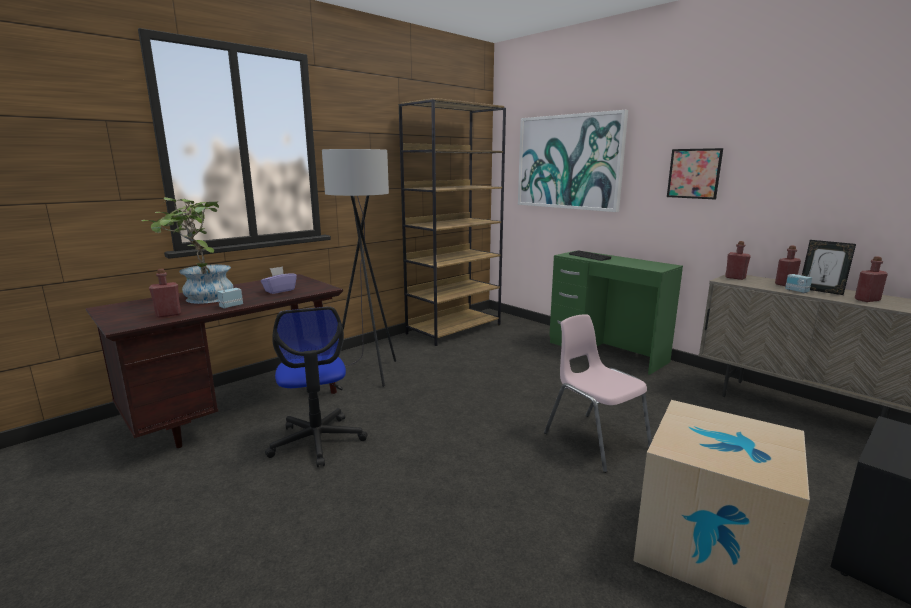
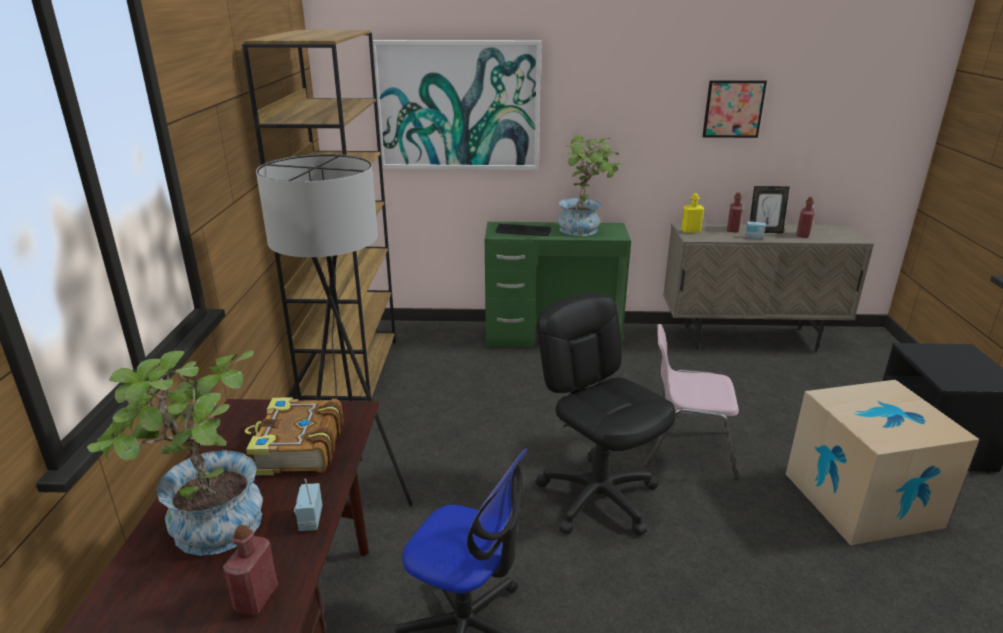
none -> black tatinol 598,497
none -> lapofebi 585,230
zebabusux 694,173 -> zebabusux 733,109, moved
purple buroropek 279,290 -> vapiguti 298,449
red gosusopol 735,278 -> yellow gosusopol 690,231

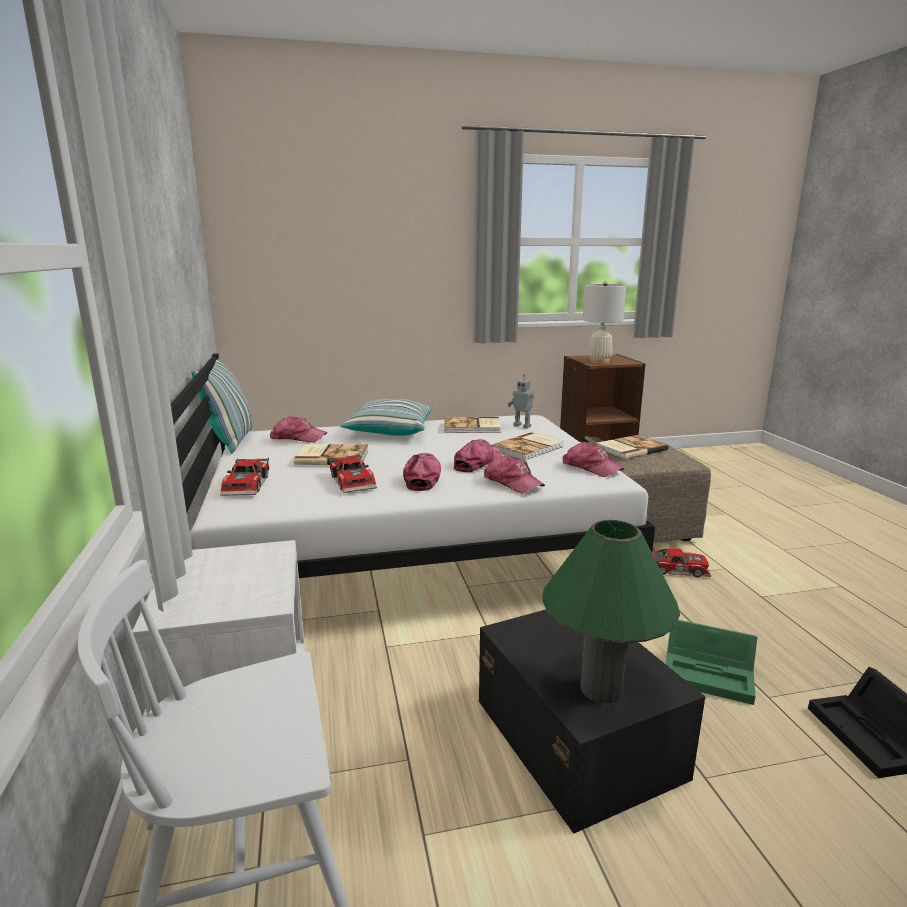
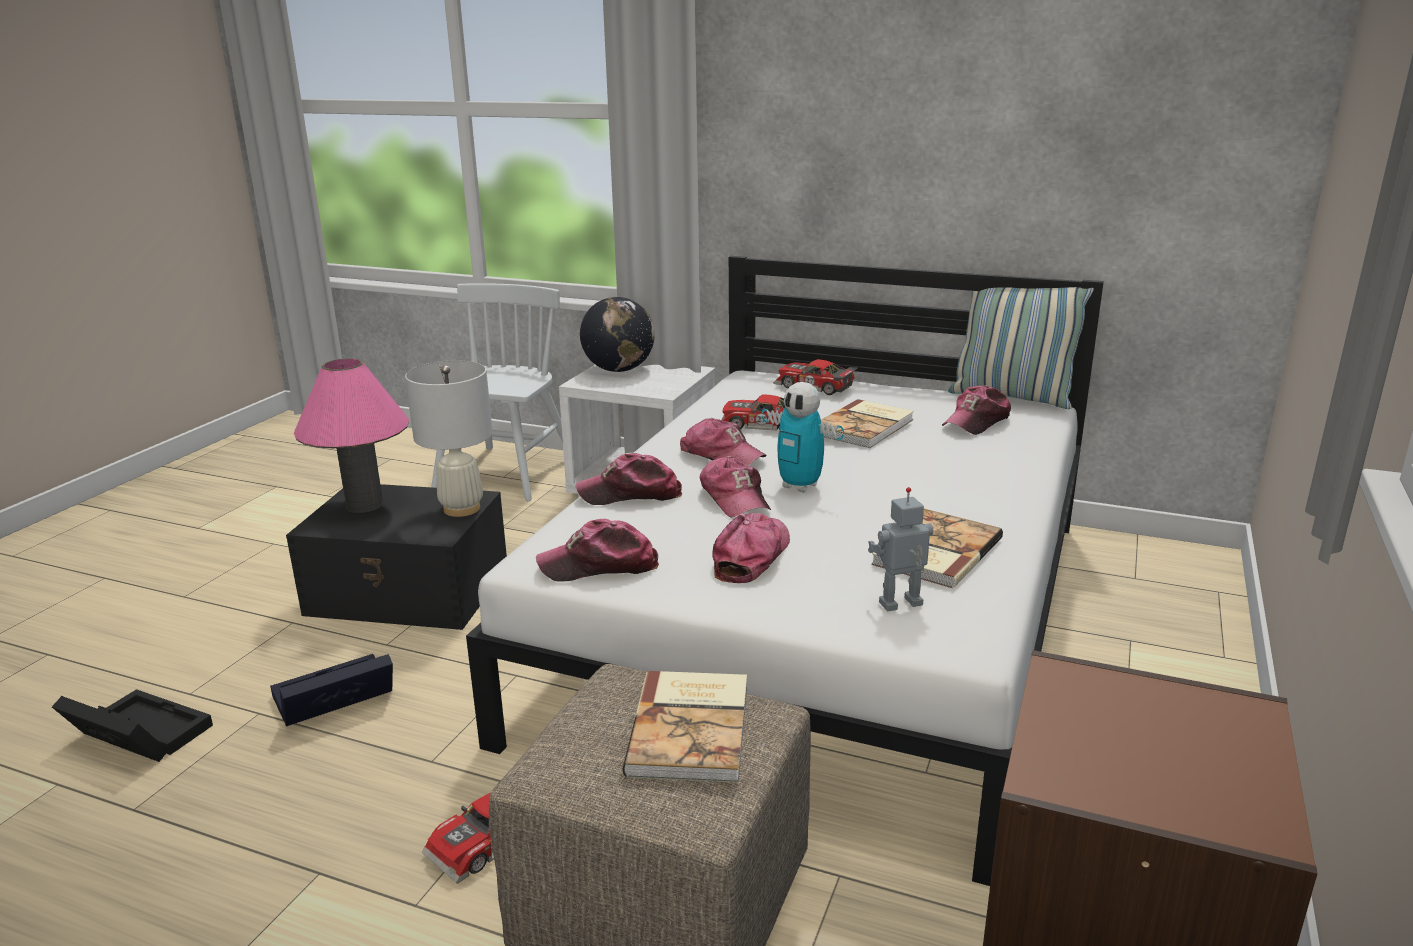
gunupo 389,432 -> none
none -> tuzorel 619,370
none -> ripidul 800,486
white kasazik 599,362 -> white kasazik 462,509, moved
vapiguti 529,448 -> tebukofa 751,556
green kasazik 601,688 -> pink kasazik 364,505
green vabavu 710,674 -> black vabavu 331,700

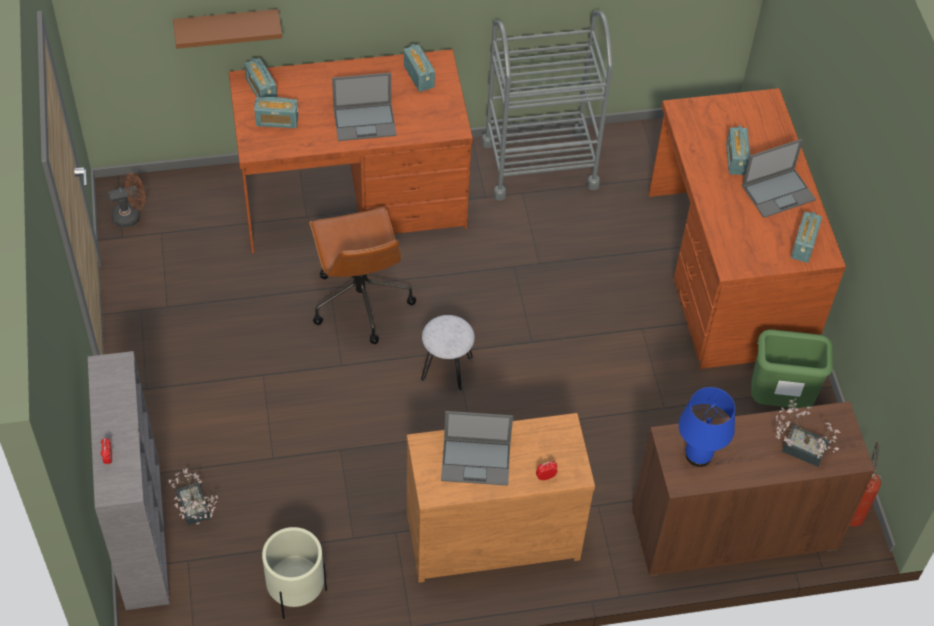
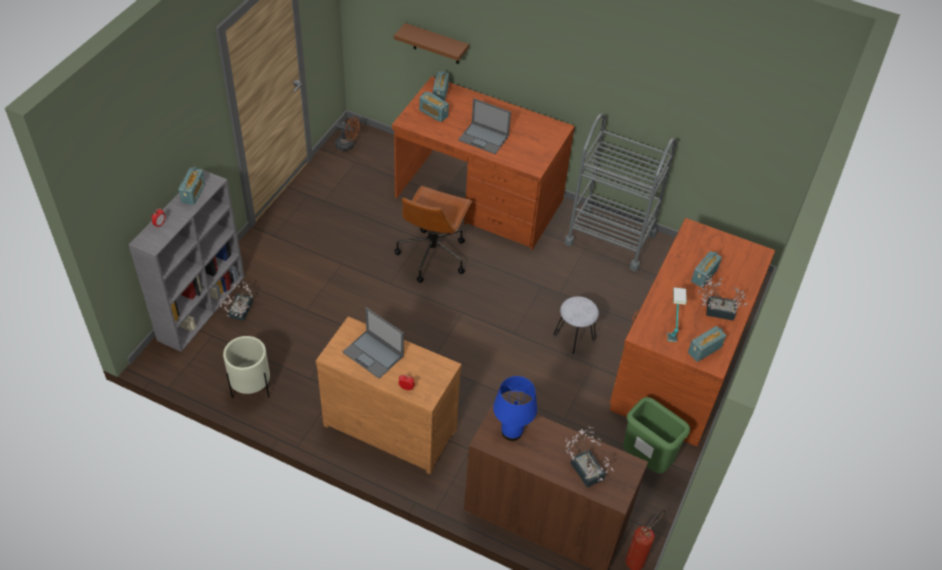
none -> kasazik 671,326
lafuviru 419,76 -> lafuviru 193,193, moved
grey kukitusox 446,369 -> grey kukitusox 574,338, moved
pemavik 779,192 -> lapofebi 716,310

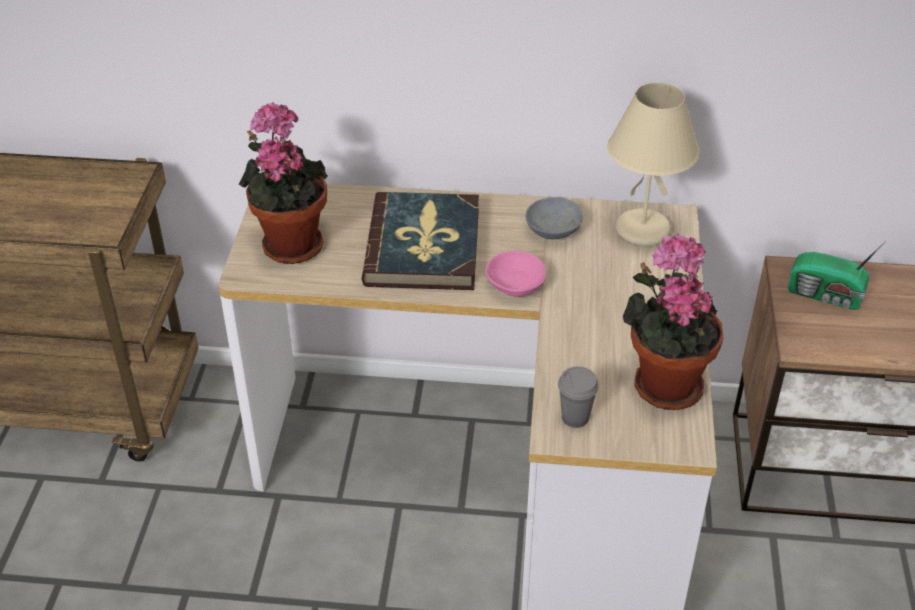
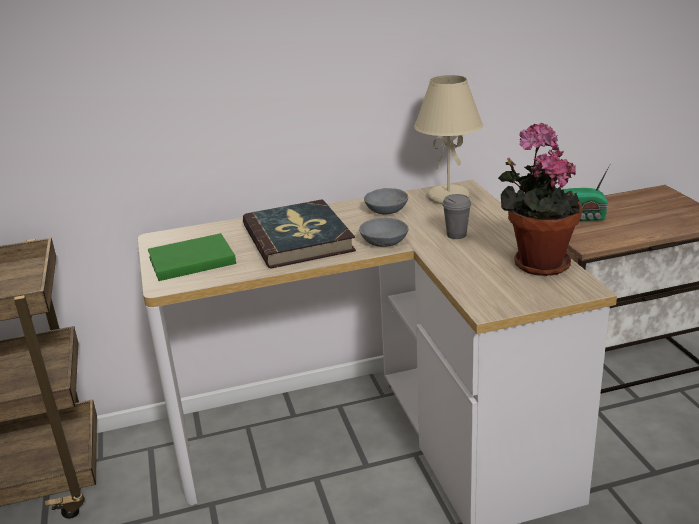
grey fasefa 575,418 -> grey fasefa 456,235, moved
lapofebi 290,243 -> green vapiguti 189,260
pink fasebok 517,285 -> grey fasebok 386,241

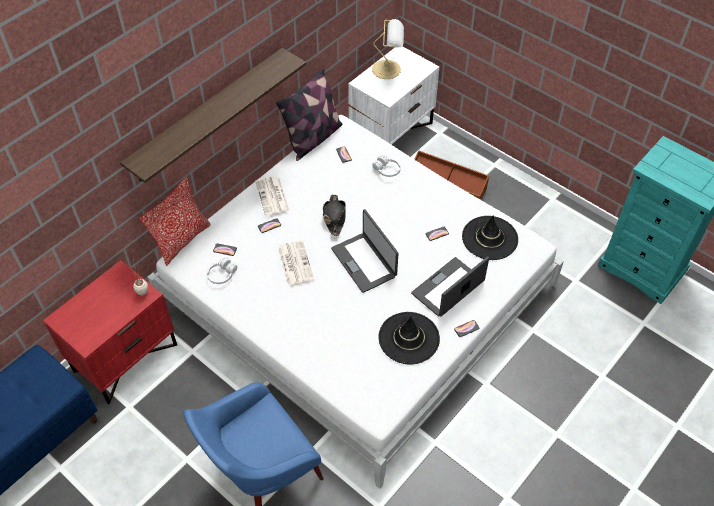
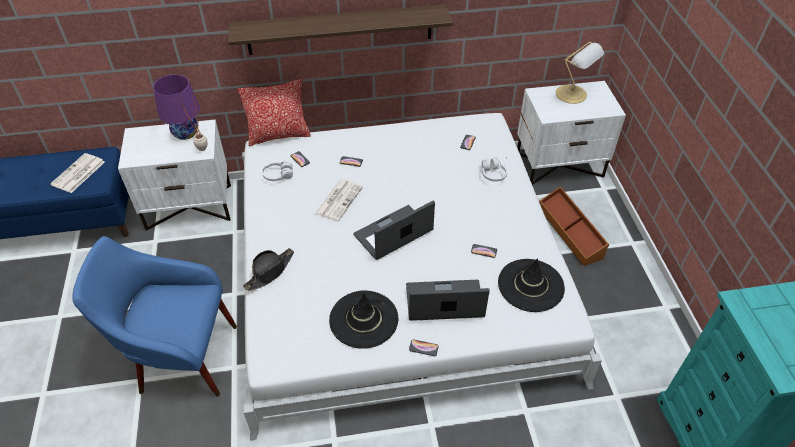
gunupo 313,138 -> none
none -> purple kasazik 185,133
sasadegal 273,197 -> sasadegal 78,174, moved
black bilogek 334,217 -> black bilogek 270,271, moved
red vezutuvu 125,357 -> white vezutuvu 190,206
pemavik 364,262 -> pemavik 394,234, 45 degrees clockwise

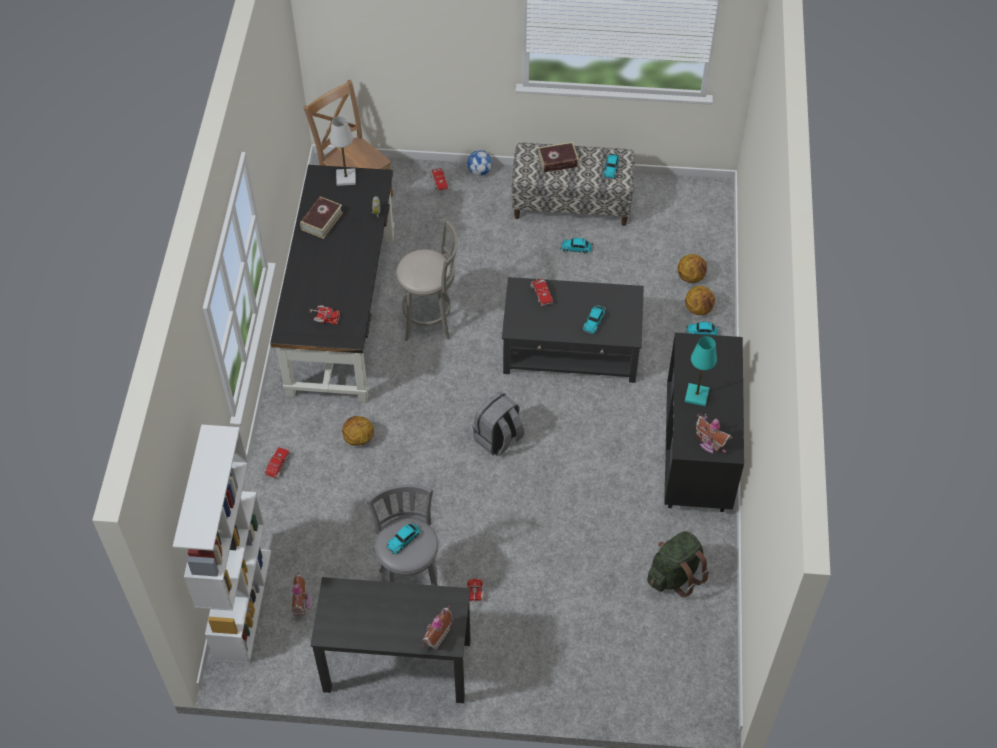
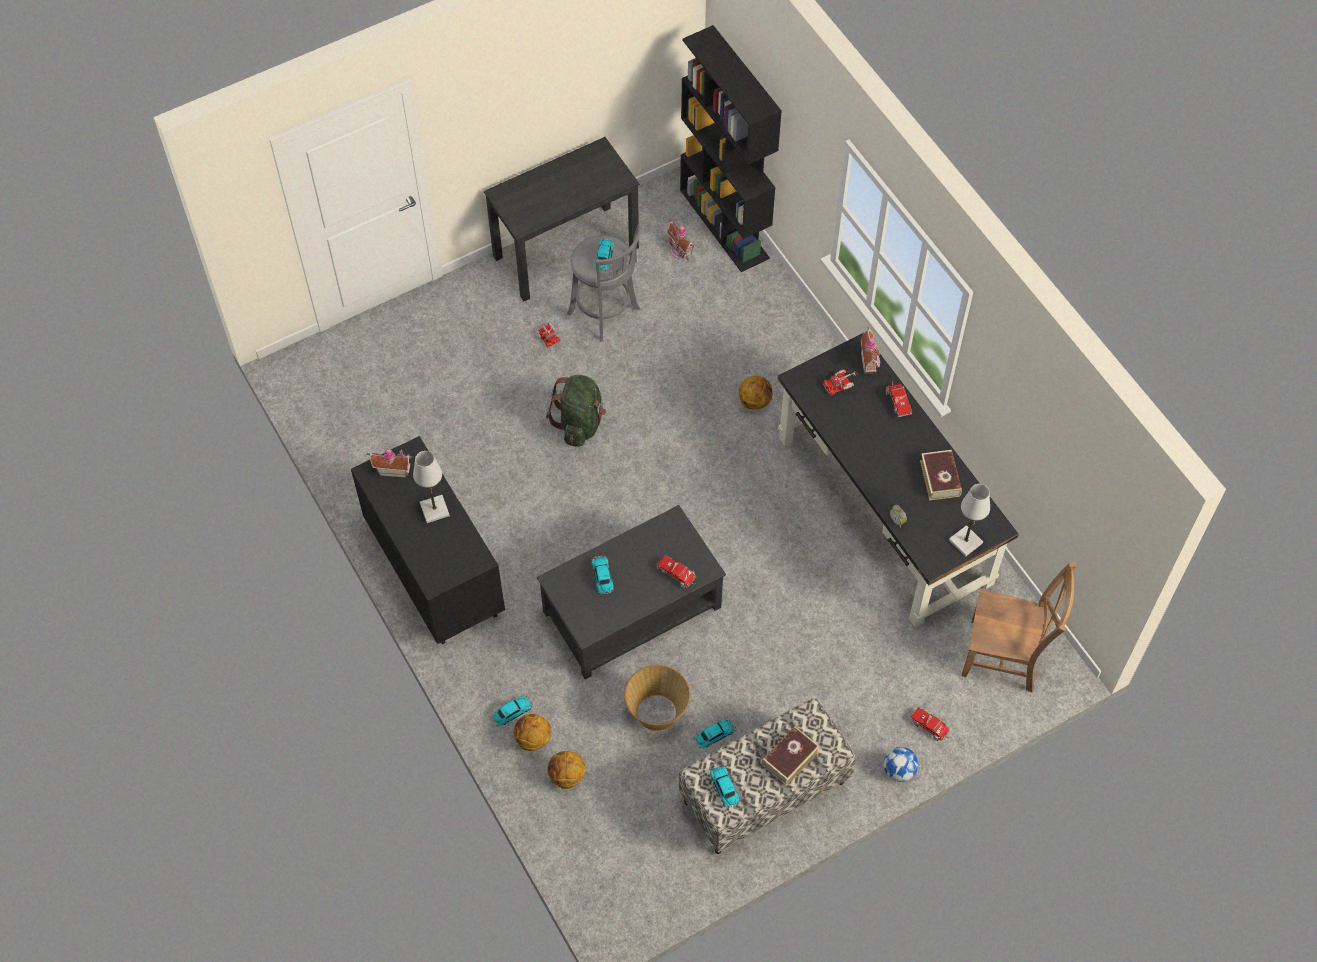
grey kukitusox 430,319 -> none
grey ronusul 498,439 -> none
none -> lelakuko 657,713
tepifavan 277,467 -> tepifavan 897,401, moved
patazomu 435,636 -> patazomu 870,362, moved
green ronusul 675,575 -> green ronusul 580,423, moved
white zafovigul 242,604 -> black zafovigul 725,224
turquoise kasazik 696,395 -> white kasazik 434,510

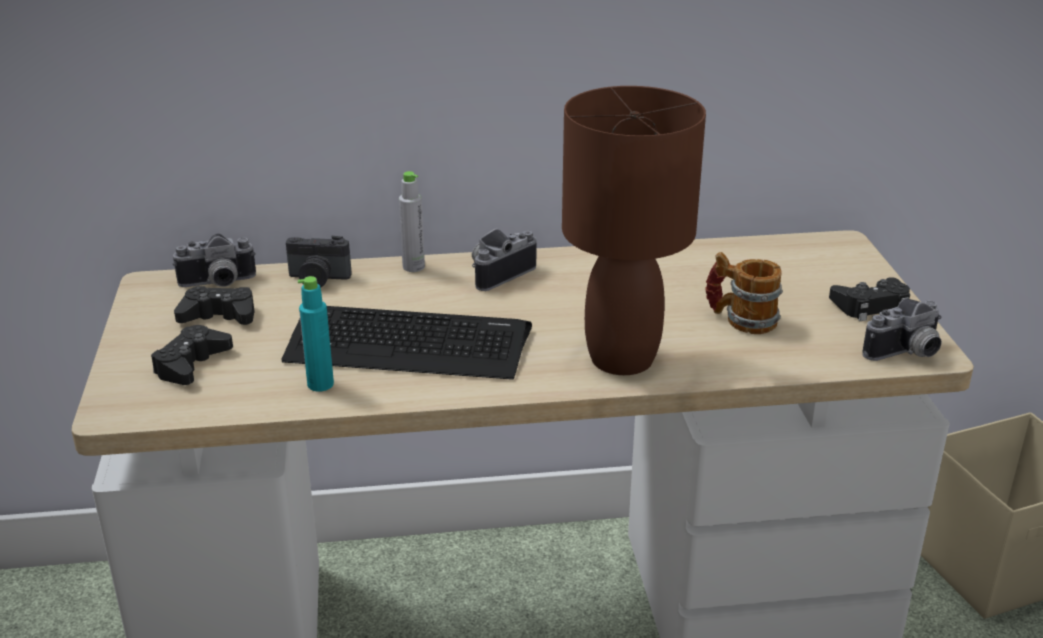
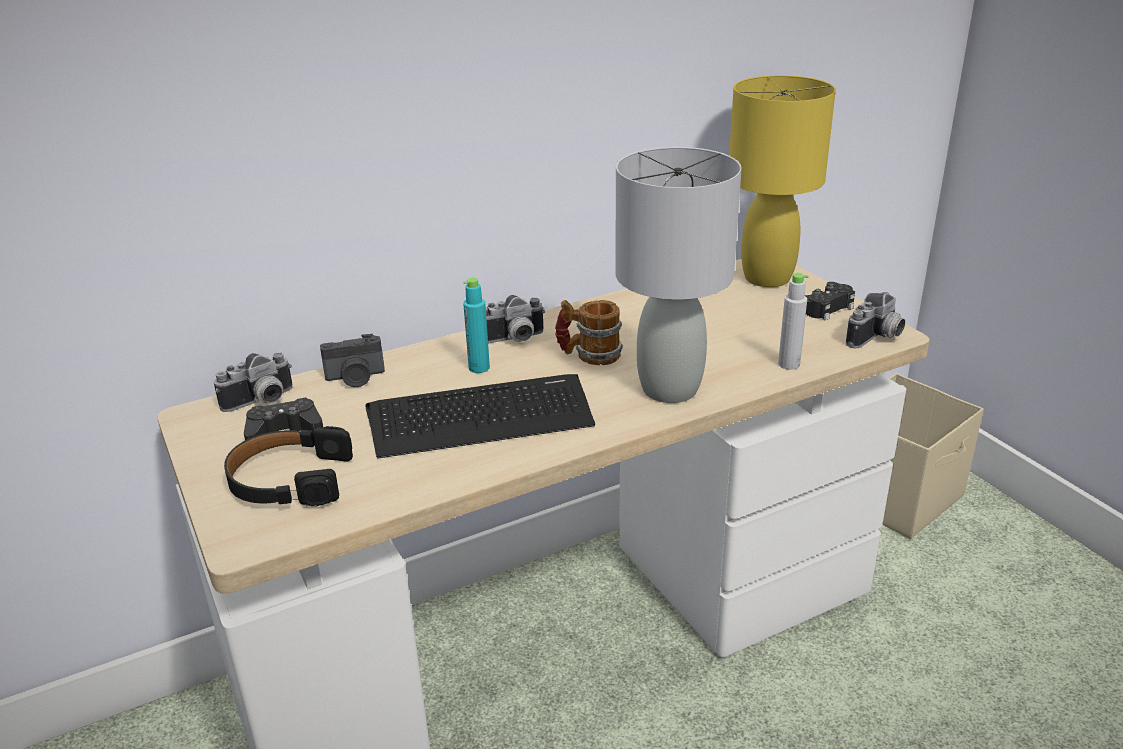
none -> yellow kasazik 766,278
turquoise gosusopol 320,384 -> turquoise gosusopol 479,368, moved
grey gosusopol 413,267 -> grey gosusopol 789,364, moved
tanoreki 741,319 -> tanoreki 589,355, moved
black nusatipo 191,364 -> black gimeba 289,480
brown kasazik 622,358 -> grey kasazik 670,388
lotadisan 498,273 -> lotadisan 513,340, 135 degrees counterclockwise

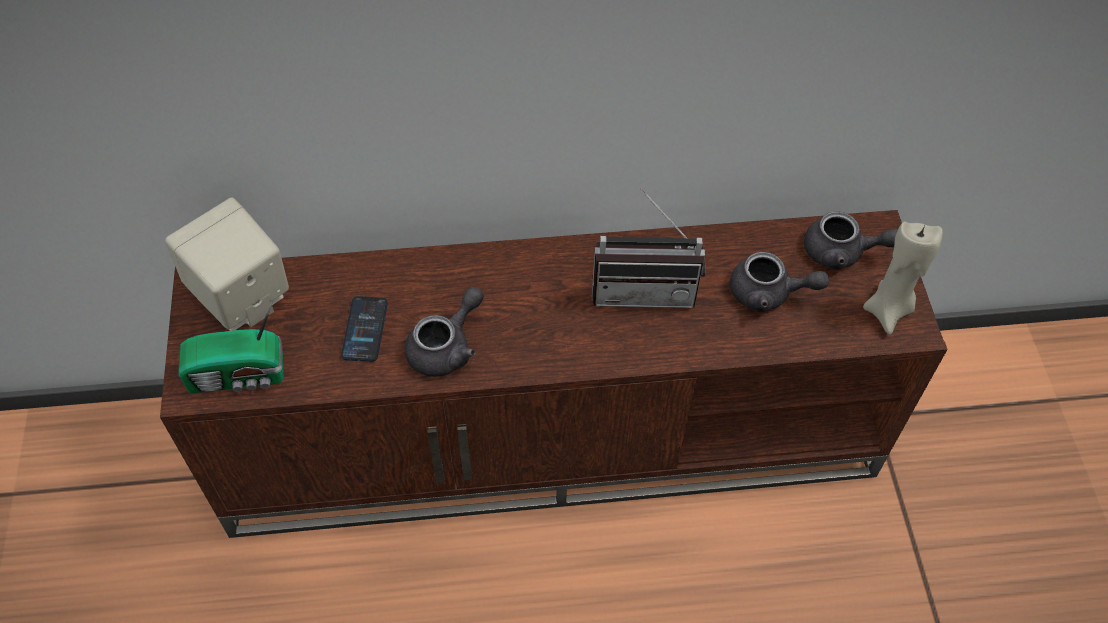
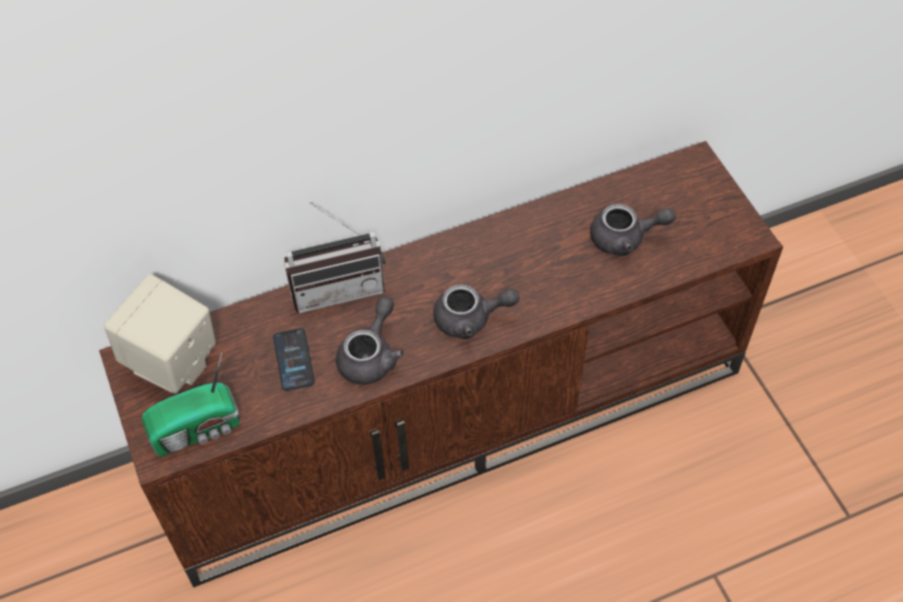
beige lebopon 888,310 -> none
lafuviru 644,288 -> lafuviru 337,286, moved
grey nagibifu 842,253 -> grey nagibifu 471,319, moved

